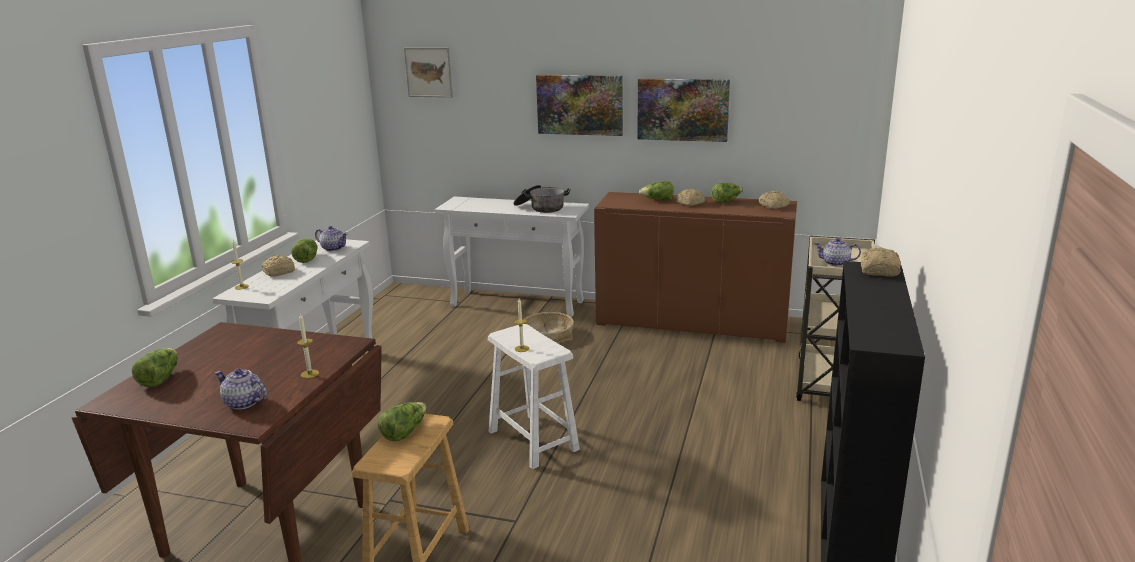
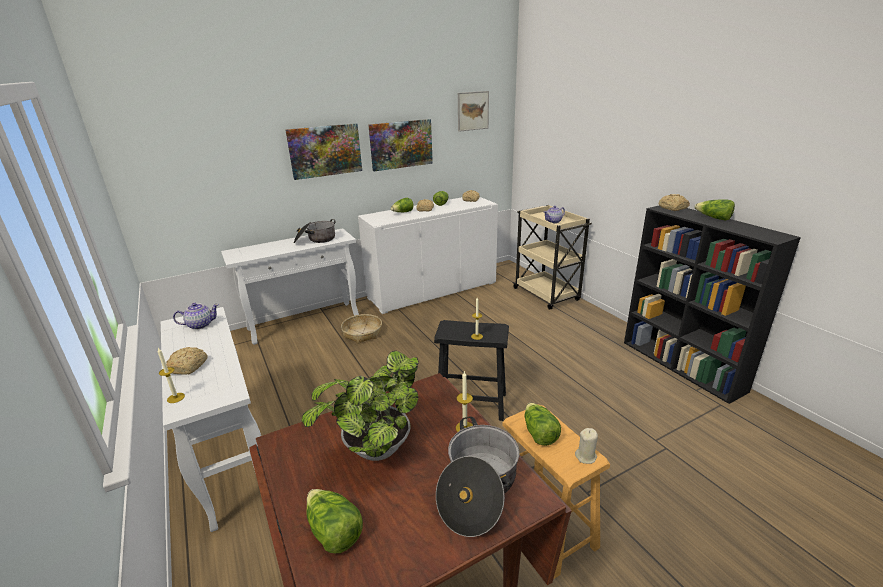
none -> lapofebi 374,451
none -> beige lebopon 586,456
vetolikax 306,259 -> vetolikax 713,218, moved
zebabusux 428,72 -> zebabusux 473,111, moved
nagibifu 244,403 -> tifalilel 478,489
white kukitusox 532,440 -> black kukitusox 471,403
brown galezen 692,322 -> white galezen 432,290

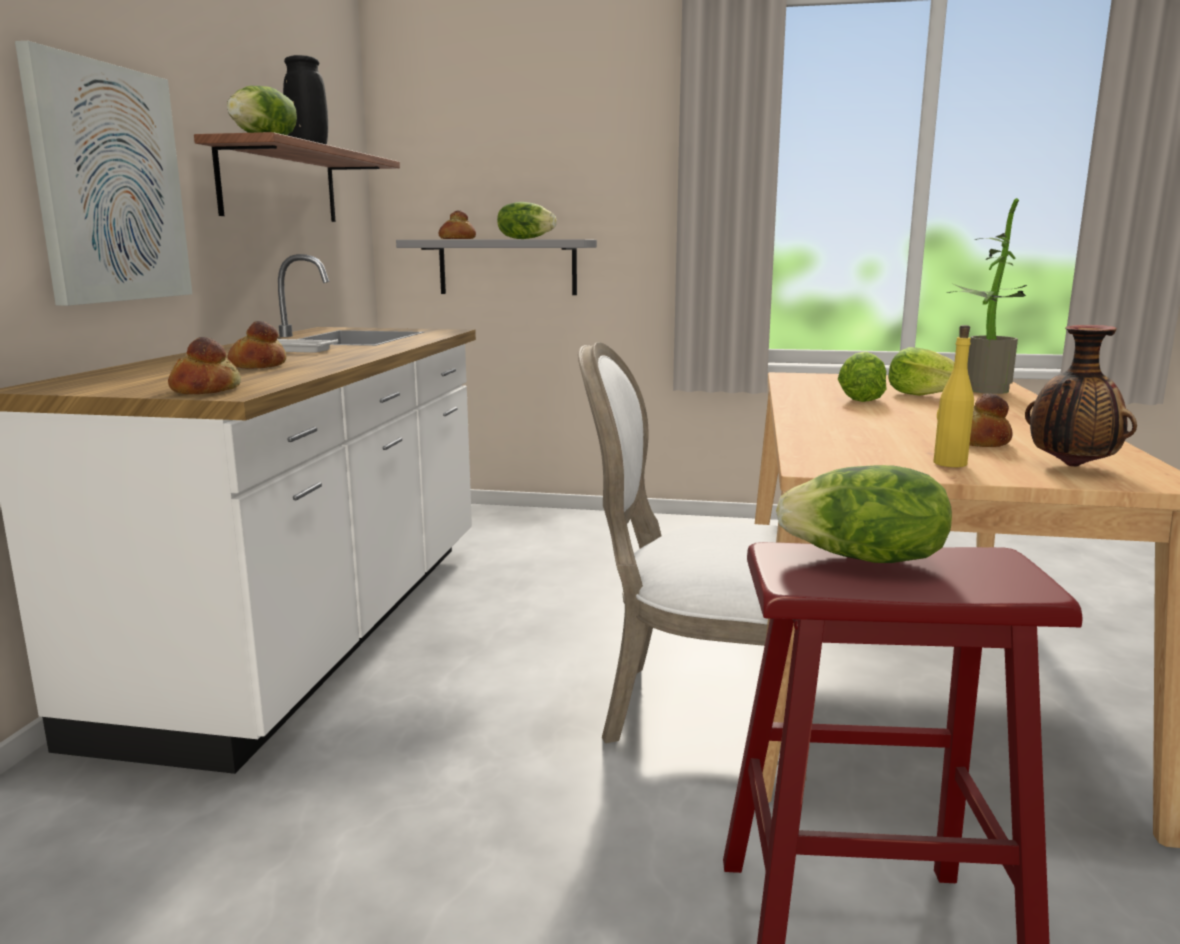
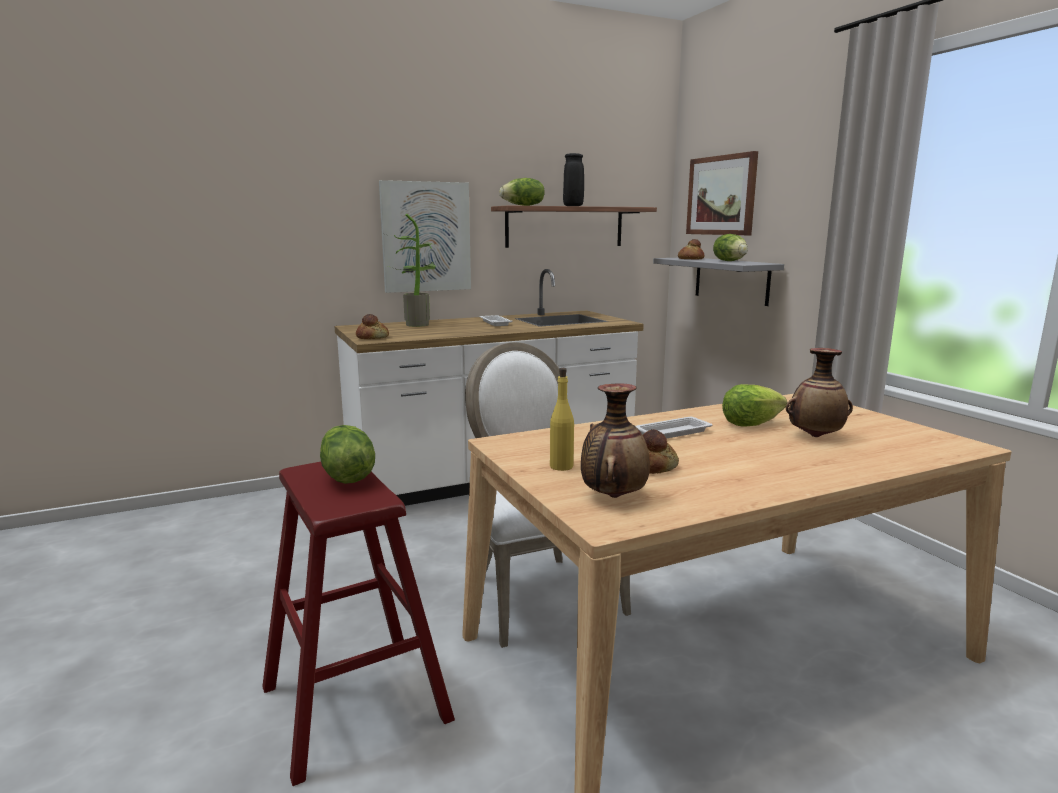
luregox 257,365 -> none
none -> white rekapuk 673,432
none -> zebabusux 721,195
lapofebi 980,390 -> lapofebi 417,324, moved
vetolikax 921,395 -> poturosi 815,436

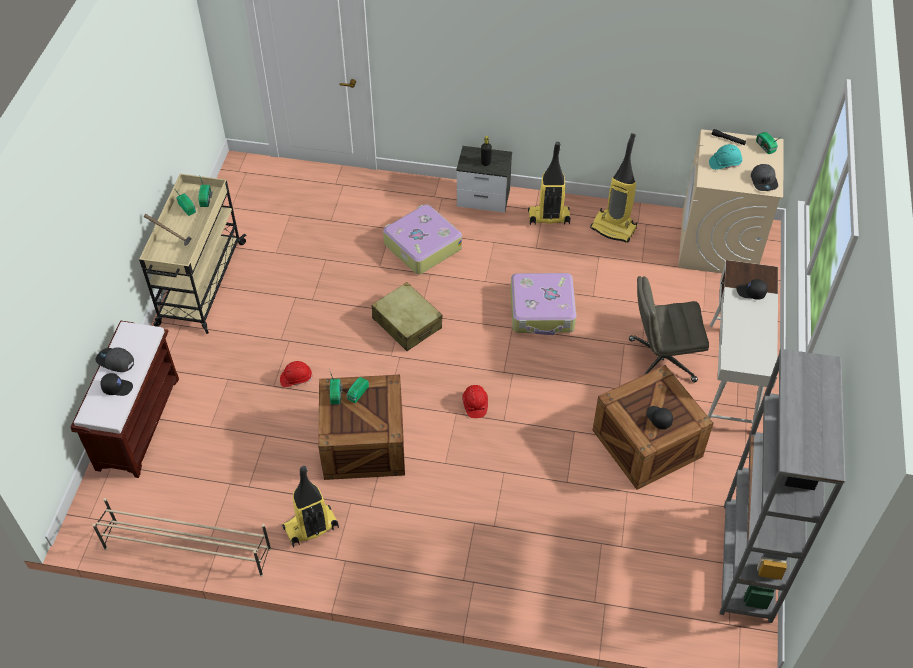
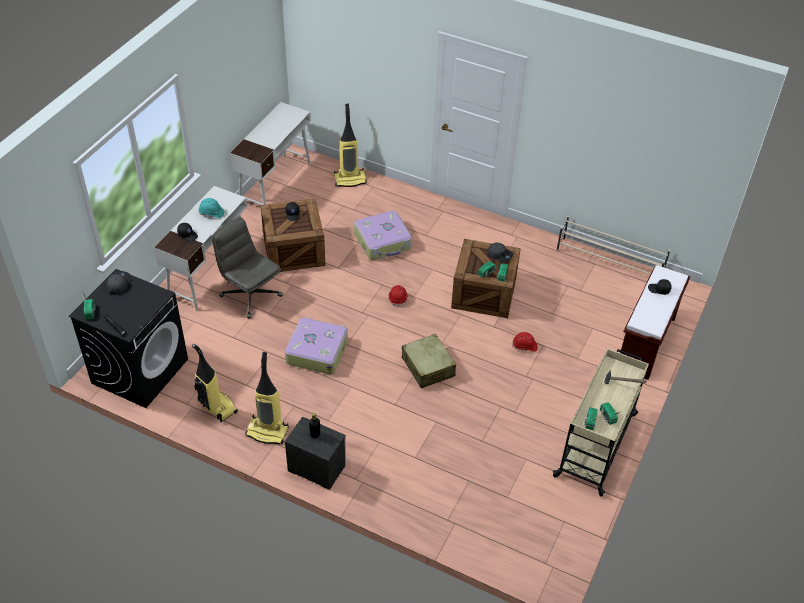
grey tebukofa 115,362 -> grey tebukofa 499,254, moved
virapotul 311,528 -> virapotul 350,179, moved
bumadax 421,246 -> bumadax 383,242, moved
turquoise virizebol 724,163 -> turquoise virizebol 211,213, moved
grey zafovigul 747,562 -> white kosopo 275,183
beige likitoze 718,244 -> black likitoze 140,370
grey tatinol 661,360 -> grey tatinol 250,295, 150 degrees counterclockwise

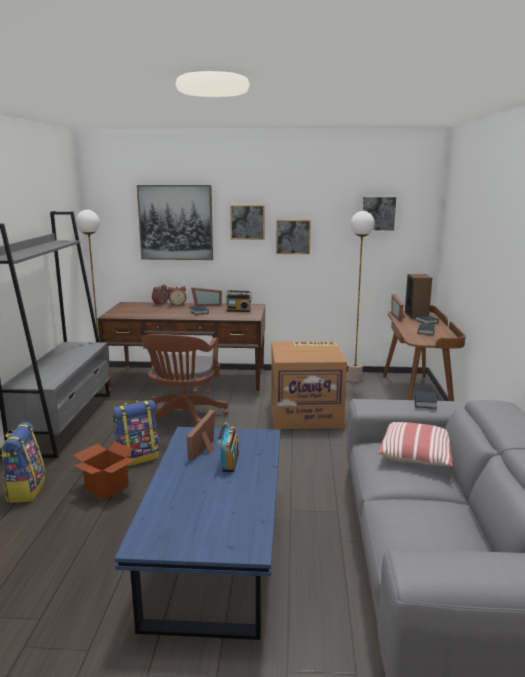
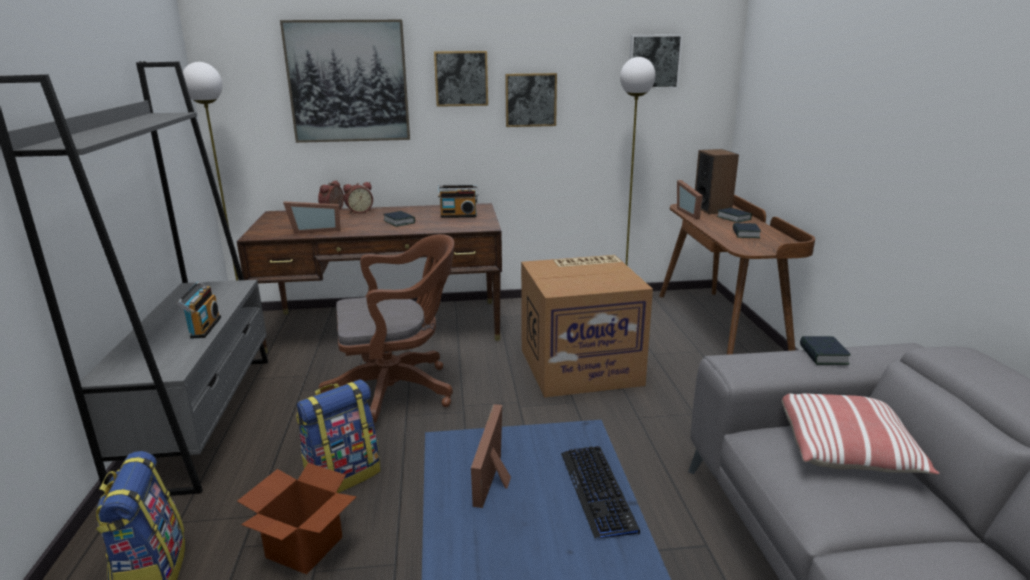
none -> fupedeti 598,491
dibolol 207,305 -> dibolol 315,230, moved
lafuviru 228,461 -> lafuviru 203,328, moved
brown tatinol 183,418 -> brown tatinol 398,391, 105 degrees counterclockwise

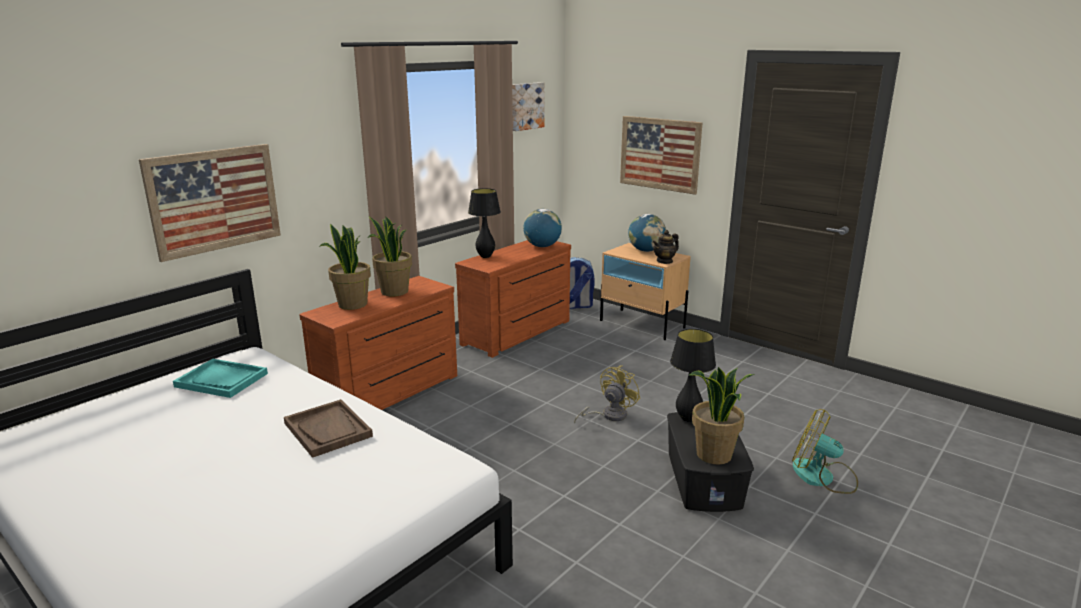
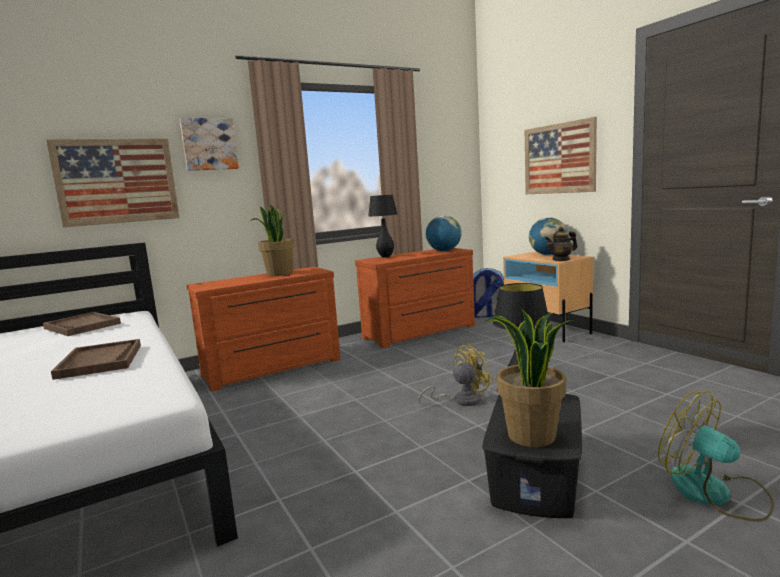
lapofebi 352,304 -> none
zebabusux 526,106 -> zebabusux 209,144, moved
turquoise rekapuk 222,380 -> brown rekapuk 82,326

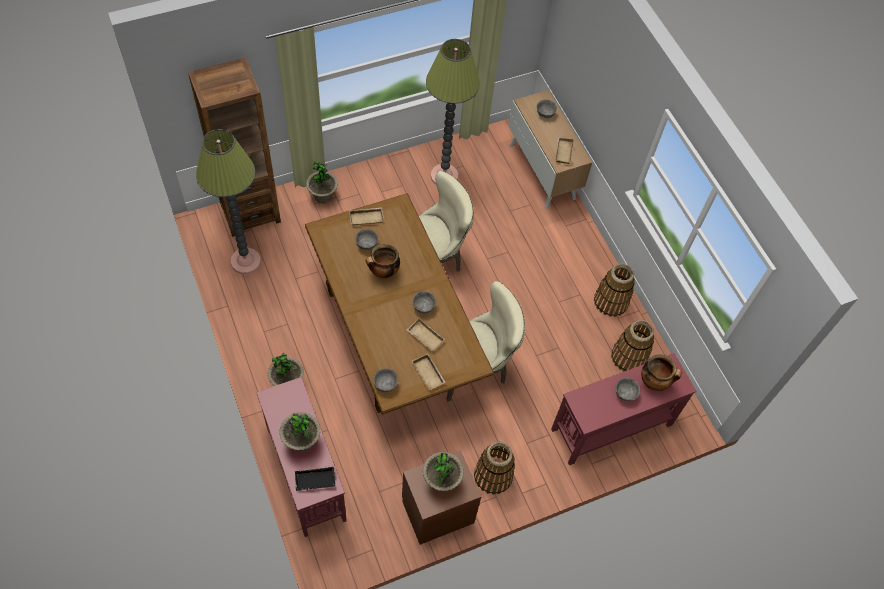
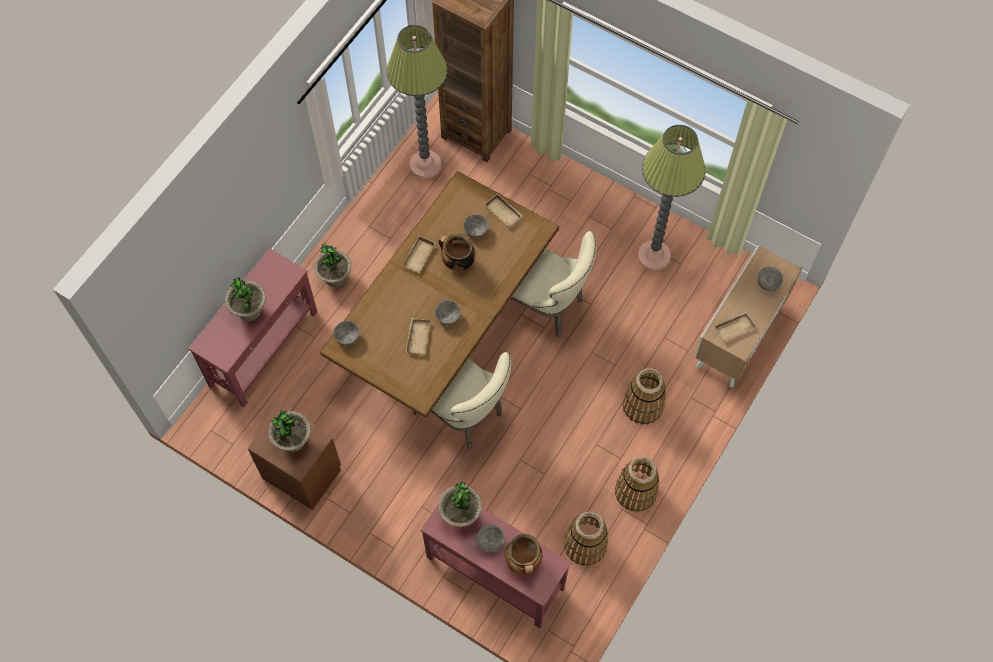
black rekapuk 314,481 -> none
lapofebi 323,195 -> lapofebi 460,514, moved
beige rekapuk 429,373 -> beige rekapuk 420,257, moved
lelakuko 493,475 -> lelakuko 643,406, moved

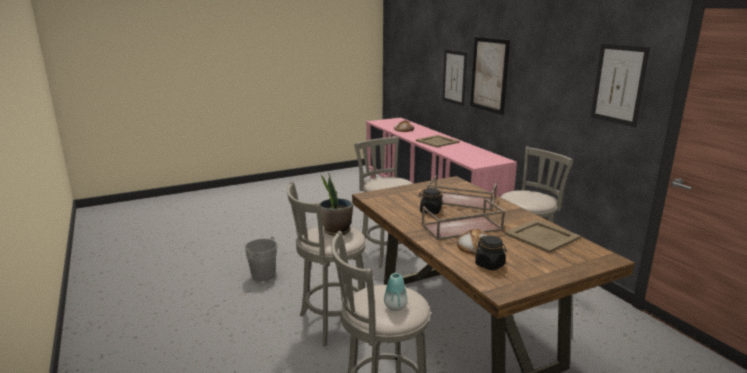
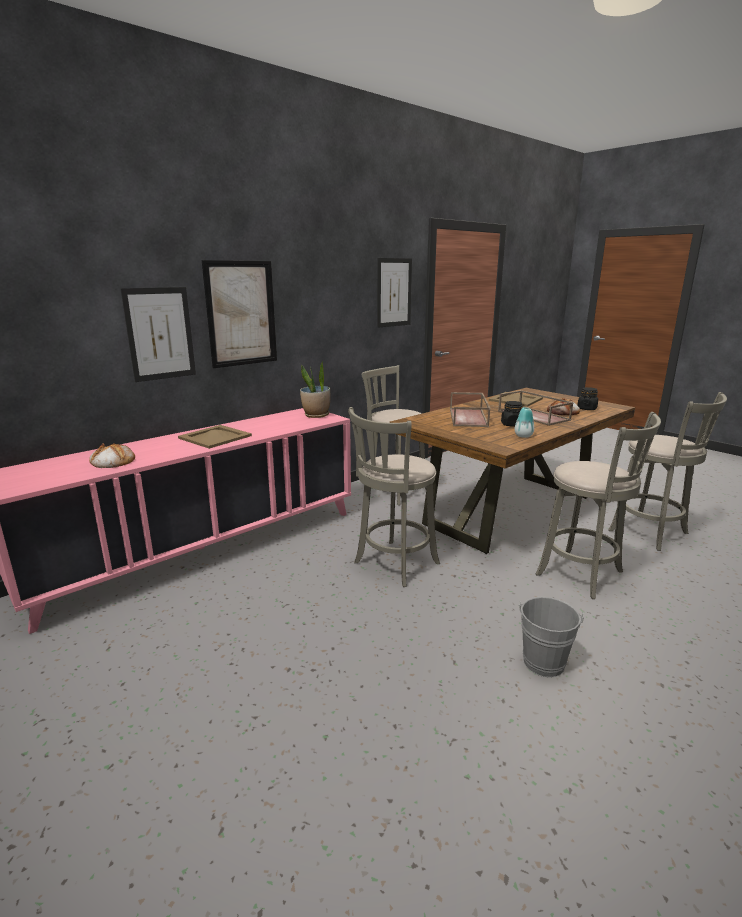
lapofebi 336,230 -> lapofebi 316,415, moved
poturosi 395,307 -> poturosi 523,436, moved

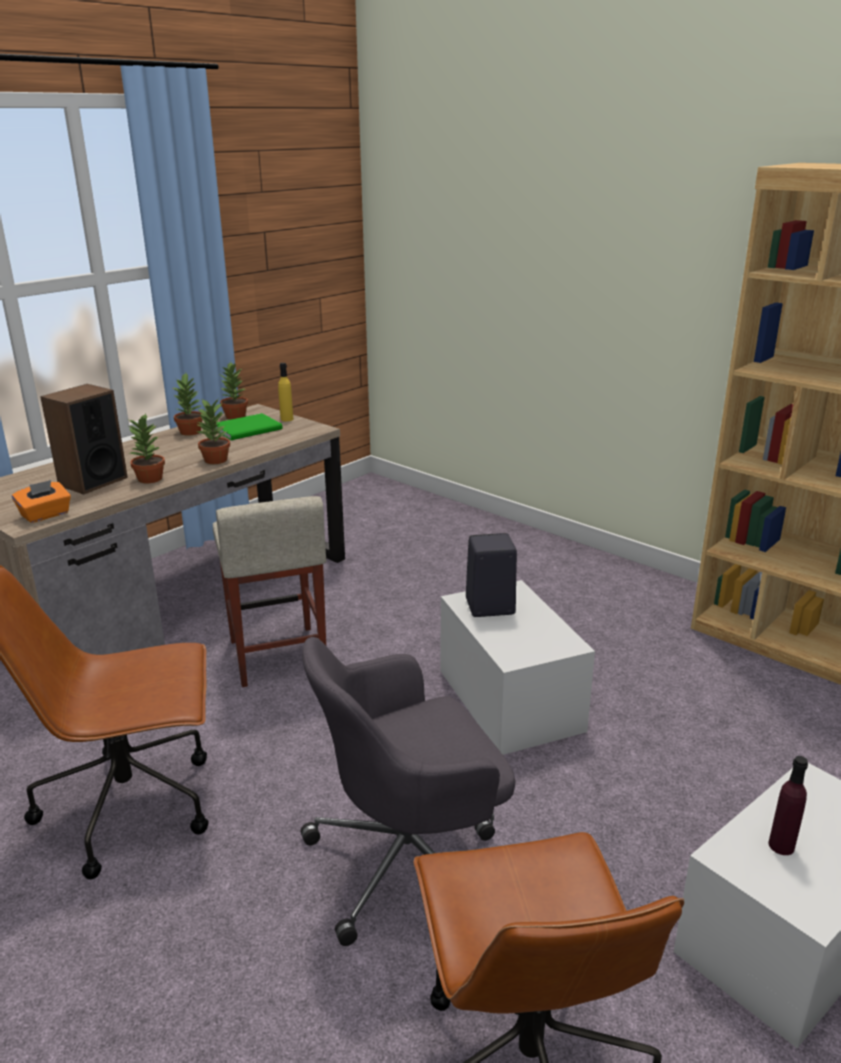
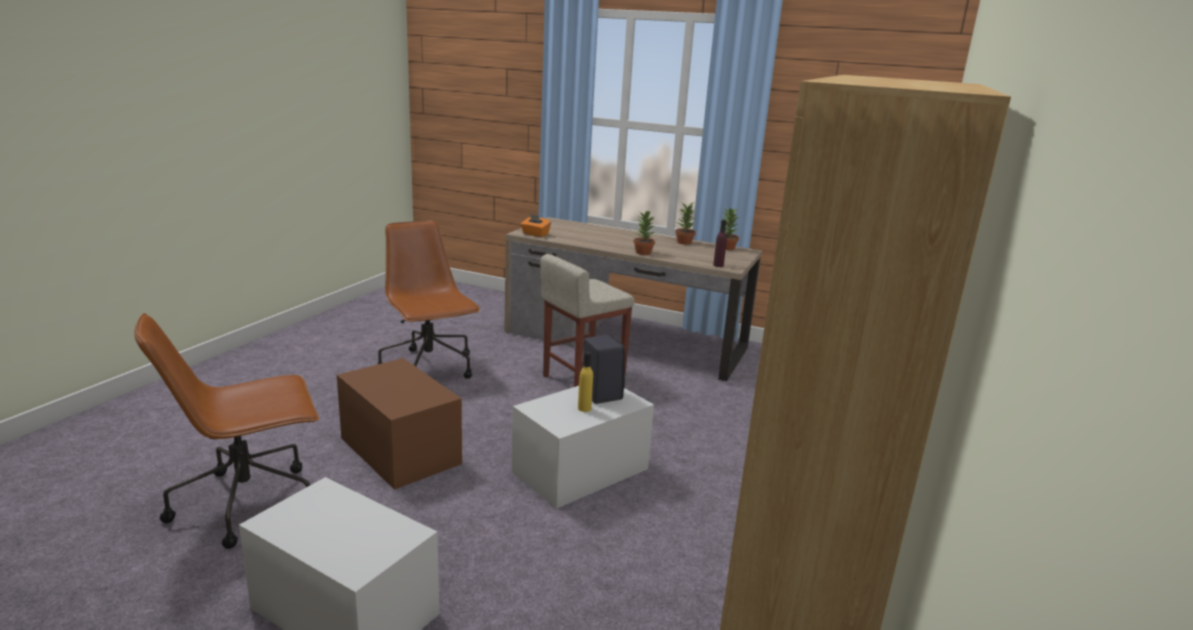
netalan 92,481 -> none
lapofebi 149,479 -> none
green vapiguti 250,429 -> none
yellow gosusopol 287,419 -> yellow gosusopol 584,408, moved
purple gosusopol 781,846 -> purple gosusopol 718,265, moved
grey tatinol 410,862 -> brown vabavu 400,450

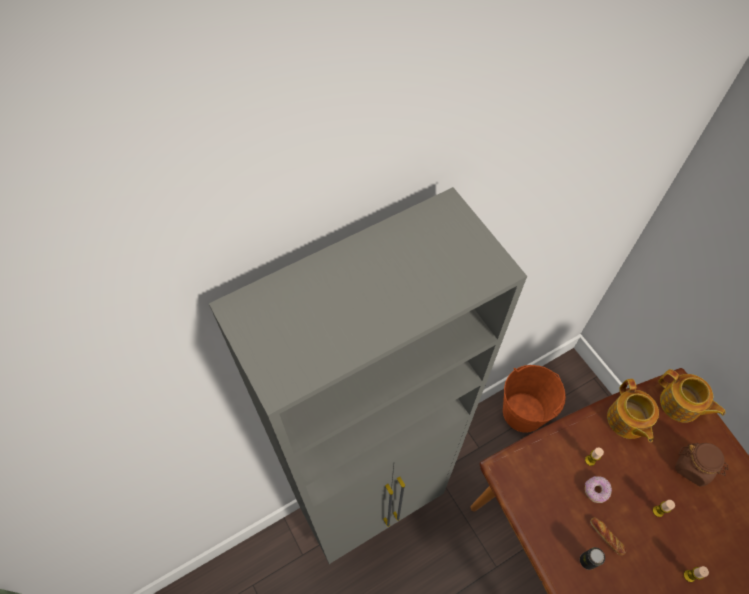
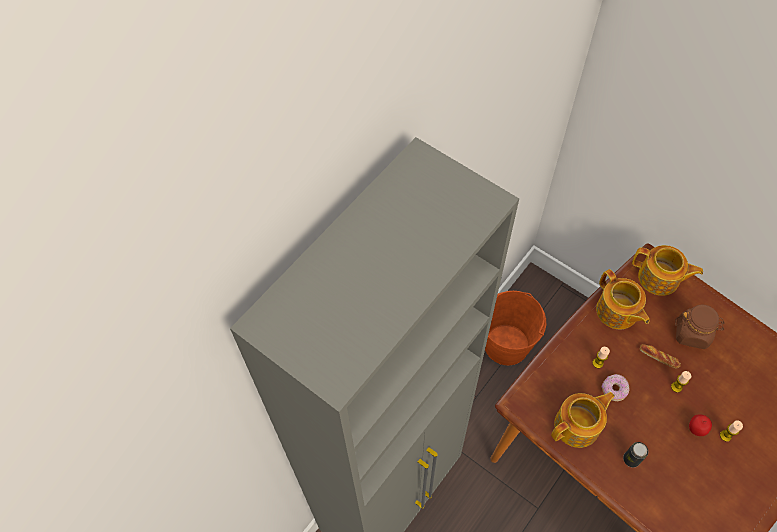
none -> nagibifu 578,425
none -> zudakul 696,429
luregox 606,536 -> luregox 659,357, moved

